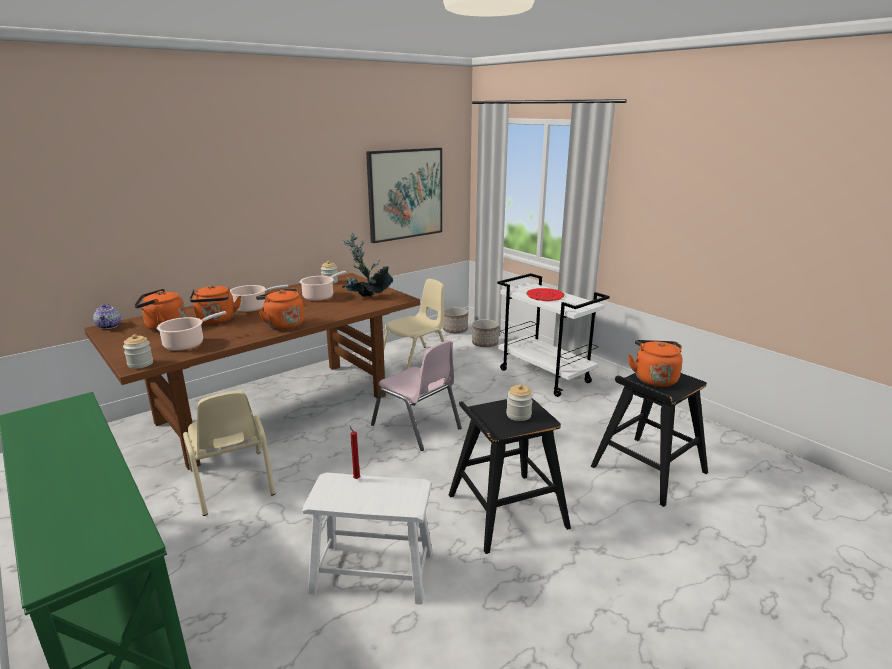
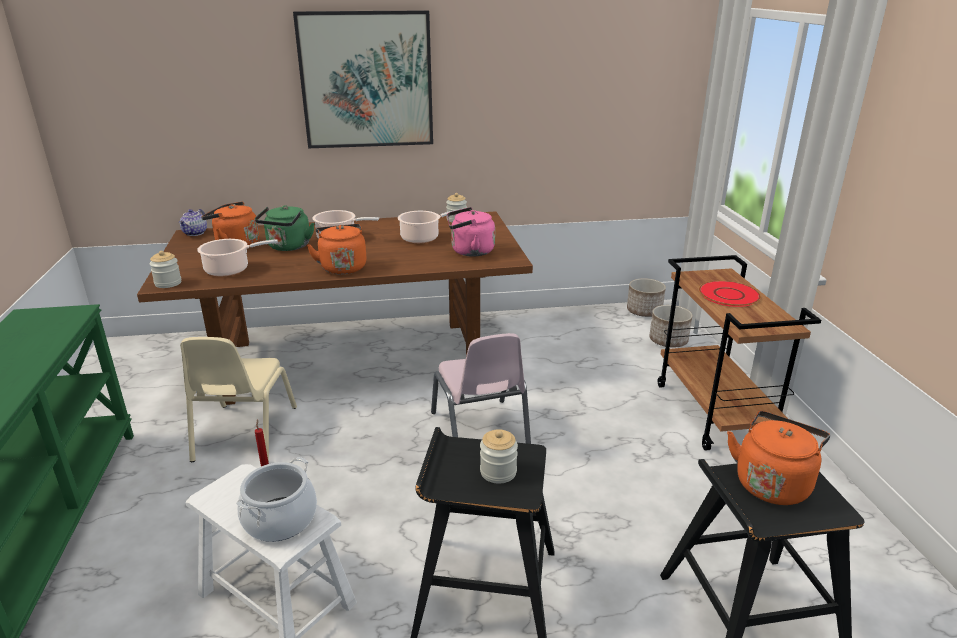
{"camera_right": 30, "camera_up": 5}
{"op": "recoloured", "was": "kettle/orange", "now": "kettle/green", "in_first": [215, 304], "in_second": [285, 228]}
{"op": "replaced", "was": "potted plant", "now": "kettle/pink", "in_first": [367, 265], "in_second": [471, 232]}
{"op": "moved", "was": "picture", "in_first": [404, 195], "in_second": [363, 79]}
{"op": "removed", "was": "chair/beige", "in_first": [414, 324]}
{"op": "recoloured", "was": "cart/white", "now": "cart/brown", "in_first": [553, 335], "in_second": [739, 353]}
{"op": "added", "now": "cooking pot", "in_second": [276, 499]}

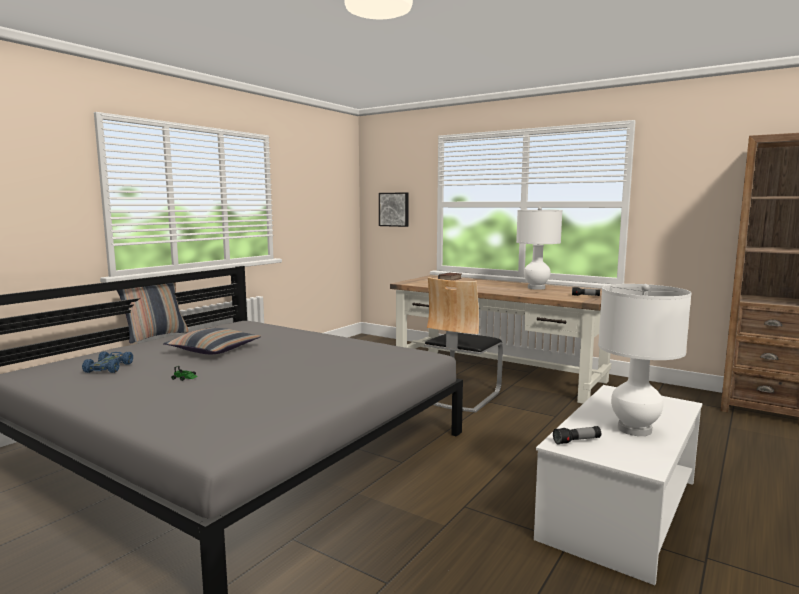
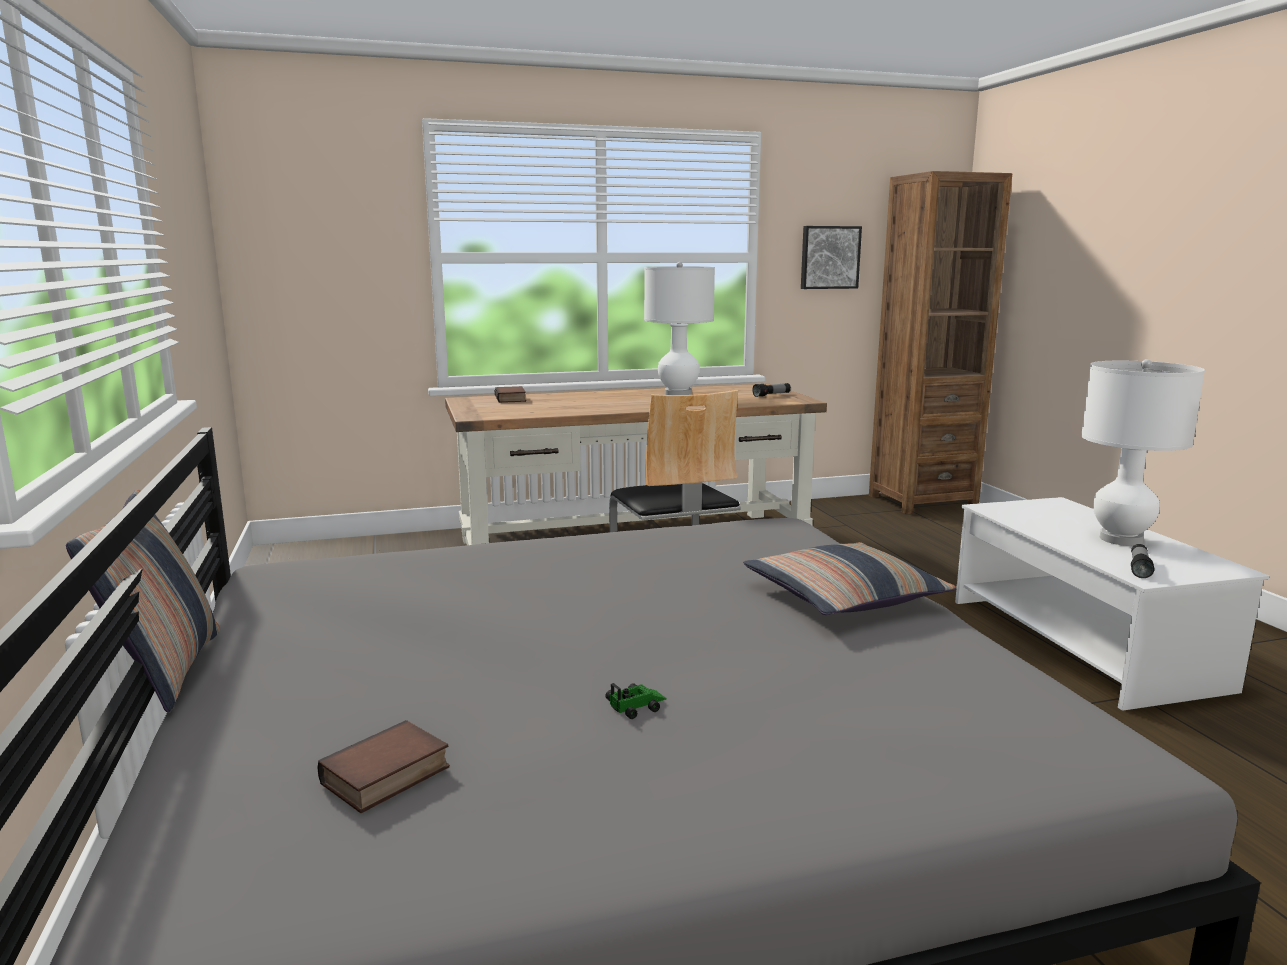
{"camera_right": -50, "camera_up": 5}
{"op": "replaced", "was": "toy car/blue", "now": "book", "in_first": [107, 362], "in_second": [383, 766]}
{"op": "moved", "was": "pillow", "in_first": [212, 341], "in_second": [849, 578]}
{"op": "moved", "was": "picture", "in_first": [393, 209], "in_second": [831, 257]}

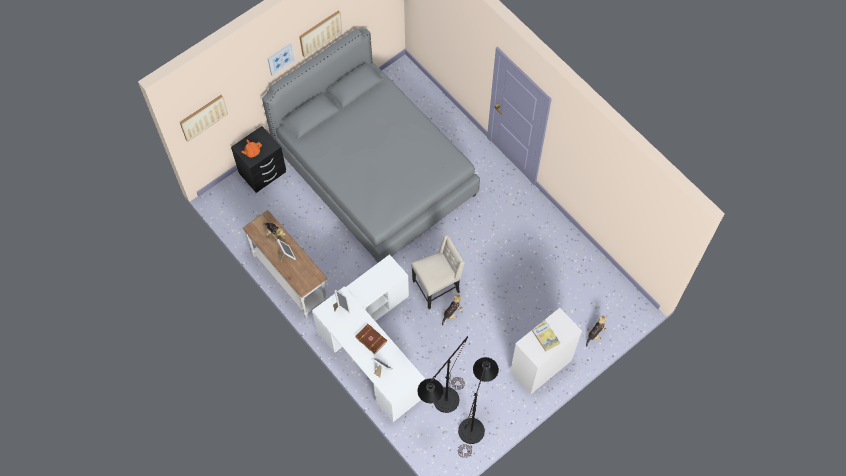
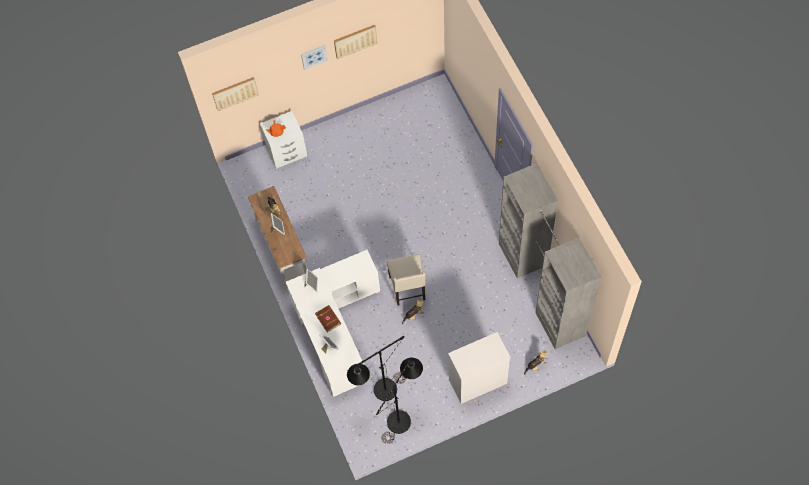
{"camera_right": 20, "camera_up": 0}
{"op": "recoloured", "was": "nightstand/black", "now": "nightstand/white", "in_first": [258, 159], "in_second": [283, 140]}
{"op": "removed", "was": "bed/grey", "in_first": [371, 145]}
{"op": "turned", "was": "chair/beige", "in_first": [438, 272], "in_second": [406, 280], "clockwise": 90}
{"op": "removed", "was": "book", "in_first": [546, 337]}
{"op": "added", "now": "wardrobe/grey", "in_second": [550, 256]}

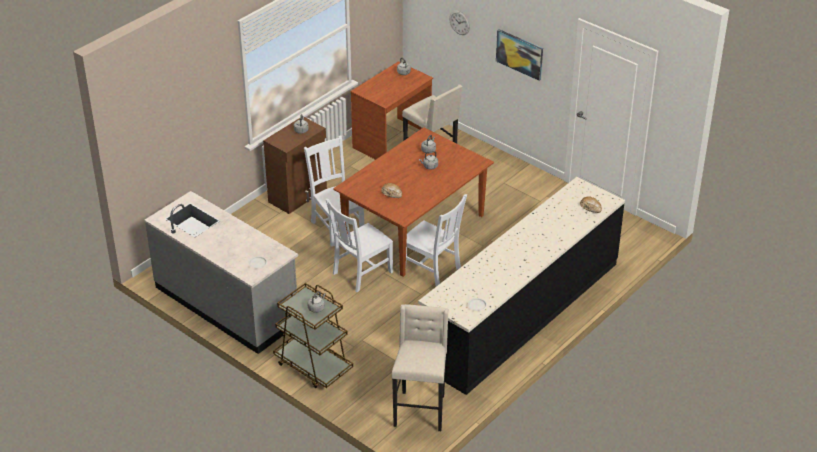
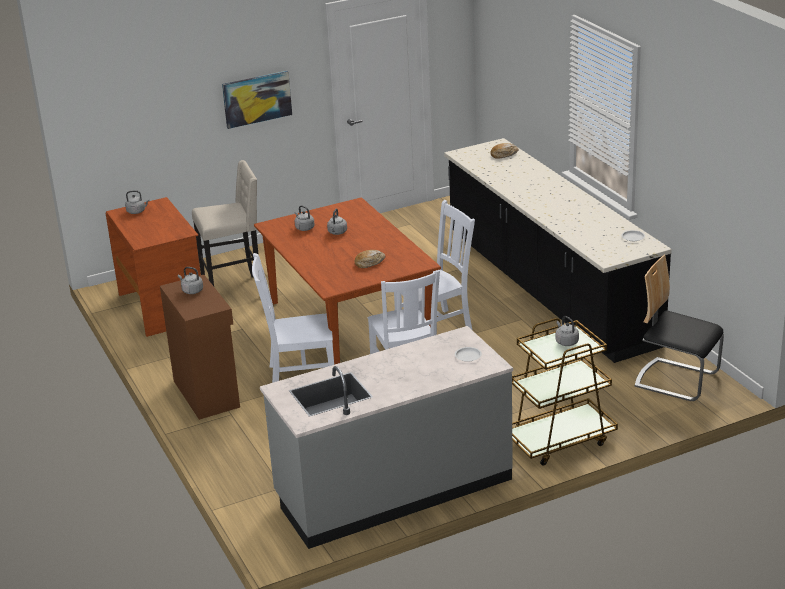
{"camera_right": -65, "camera_up": -10}
{"op": "replaced", "was": "stool/beige", "now": "chair", "in_first": [420, 367], "in_second": [679, 328]}
{"op": "removed", "was": "wall clock", "in_first": [459, 23]}

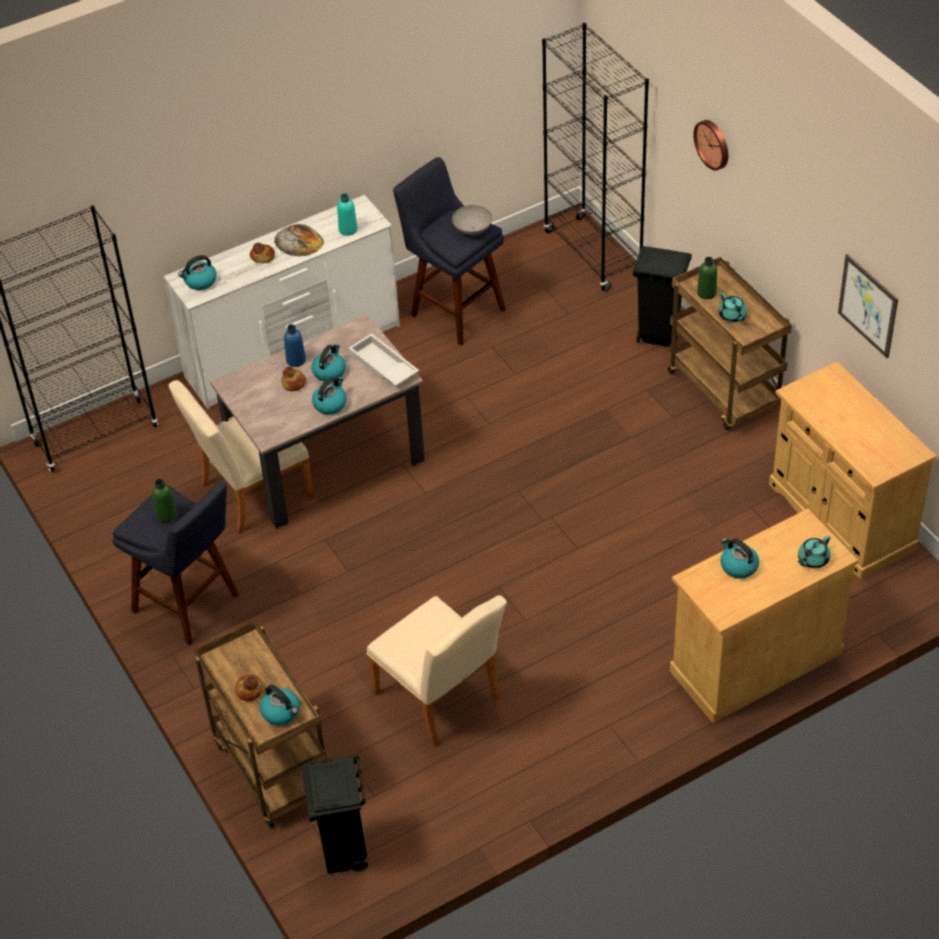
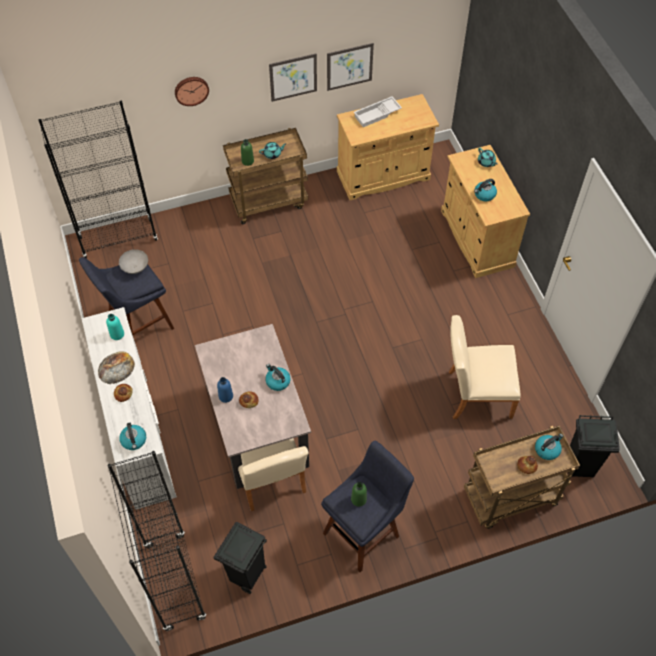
{"camera_right": -80, "camera_up": 10}
{"op": "removed", "was": "kettle", "in_first": [328, 362]}
{"op": "moved", "was": "tray/white", "in_first": [383, 359], "in_second": [378, 111]}
{"op": "turned", "was": "chair/beige", "in_first": [436, 671], "in_second": [485, 367], "clockwise": -150}
{"op": "moved", "was": "trash can/black", "in_first": [662, 296], "in_second": [240, 558]}
{"op": "added", "now": "picture", "in_second": [293, 78]}

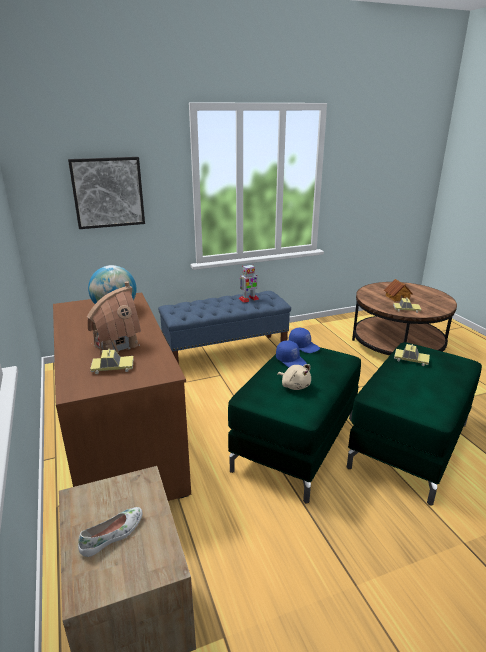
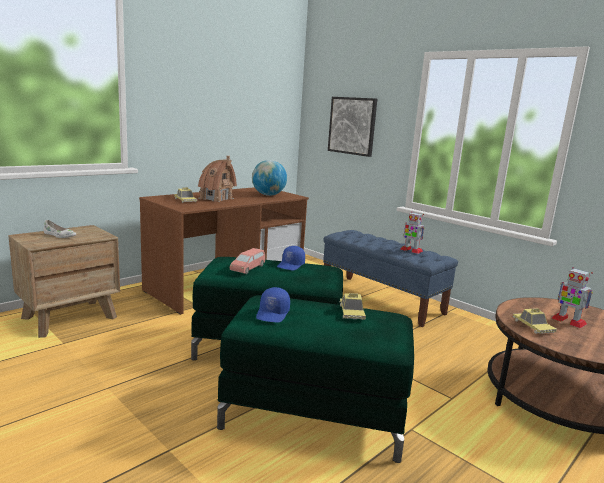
{"camera_right": 65, "camera_up": -10}
{"op": "replaced", "was": "plush toy/beige", "now": "toy car/pink", "in_first": [294, 377], "in_second": [247, 261]}
{"op": "moved", "was": "cap/blue", "in_first": [304, 340], "in_second": [273, 305]}
{"op": "replaced", "was": "toy house", "now": "toy robot", "in_first": [398, 290], "in_second": [572, 297]}

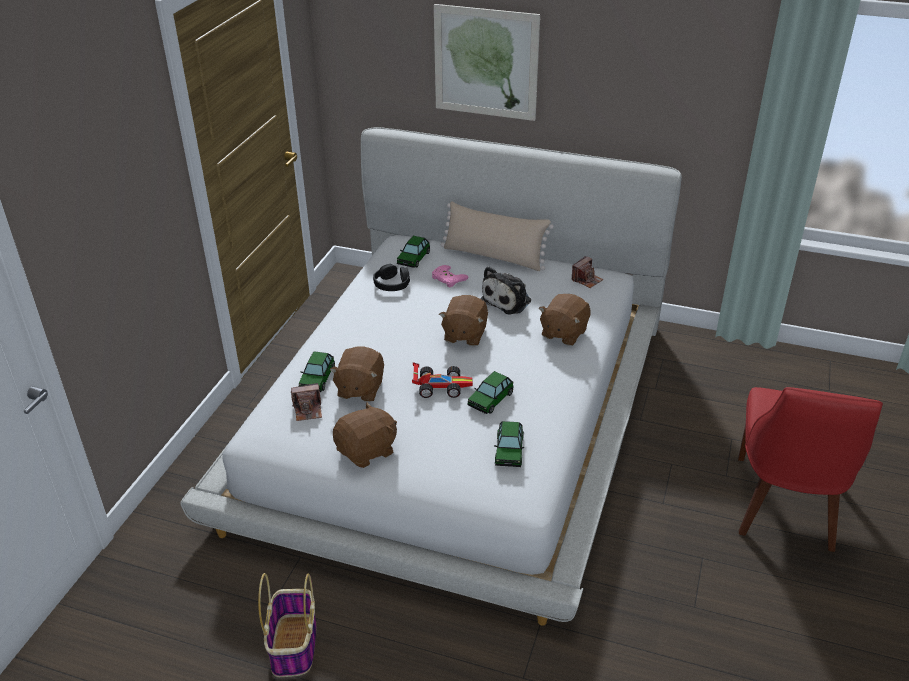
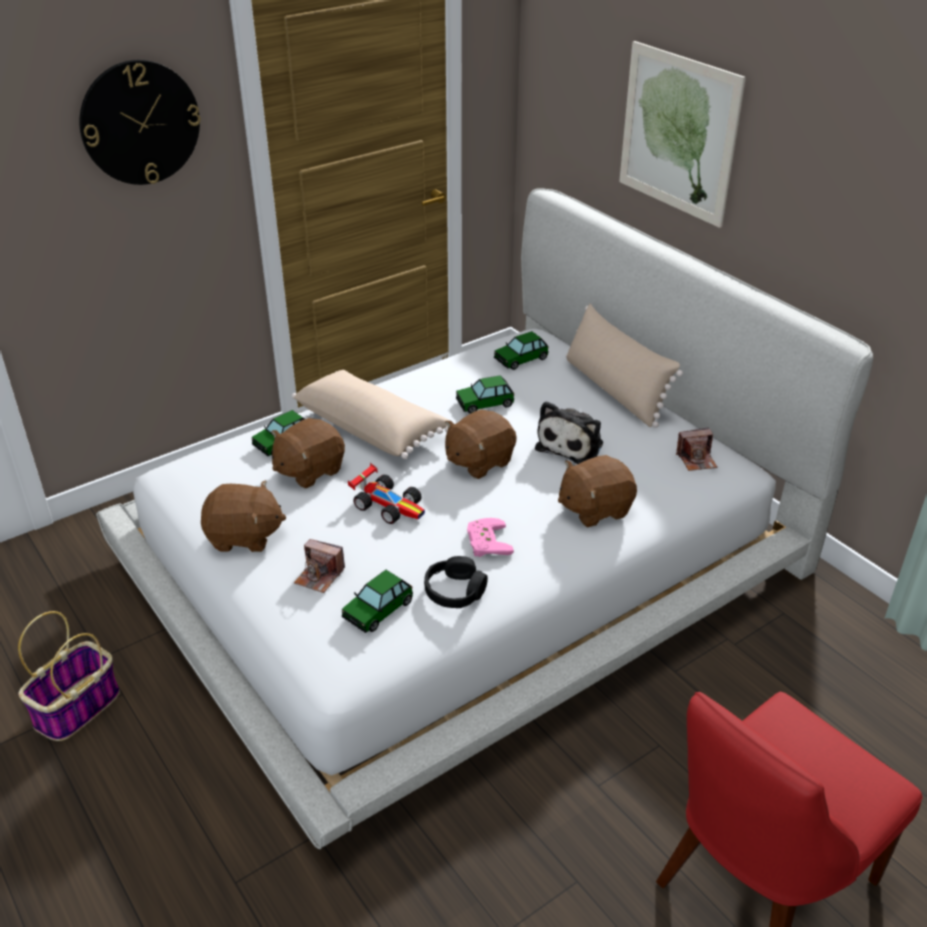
{"camera_right": 35, "camera_up": 0}
{"op": "moved", "was": "photo camera", "in_first": [306, 402], "in_second": [319, 566]}
{"op": "moved", "was": "headphones/black", "in_first": [391, 277], "in_second": [456, 582]}
{"op": "moved", "was": "game controller/pink", "in_first": [450, 276], "in_second": [490, 537]}
{"op": "moved", "was": "toy car", "in_first": [490, 392], "in_second": [485, 394]}
{"op": "turned", "was": "plush toy", "in_first": [505, 290], "in_second": [569, 432], "clockwise": -45}
{"op": "added", "now": "wall clock", "in_second": [140, 122]}
{"op": "added", "now": "pillow/beige", "in_second": [371, 414]}

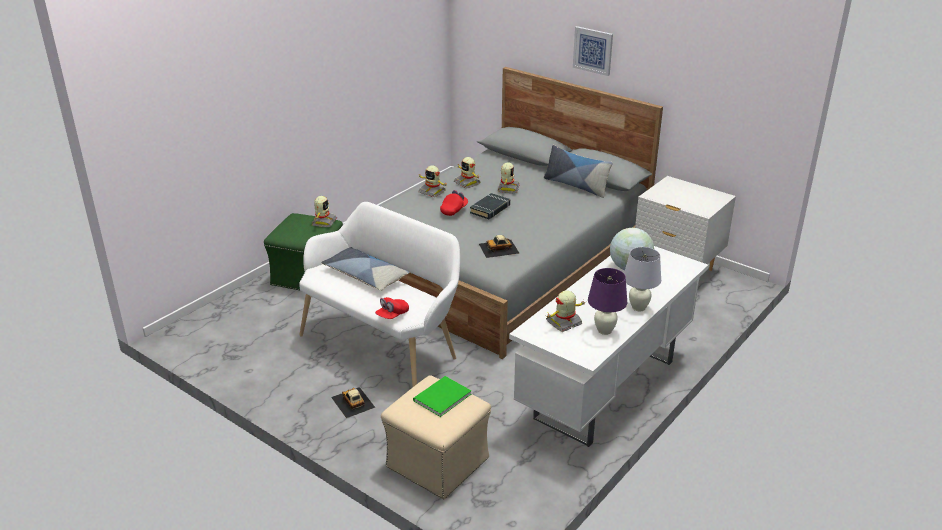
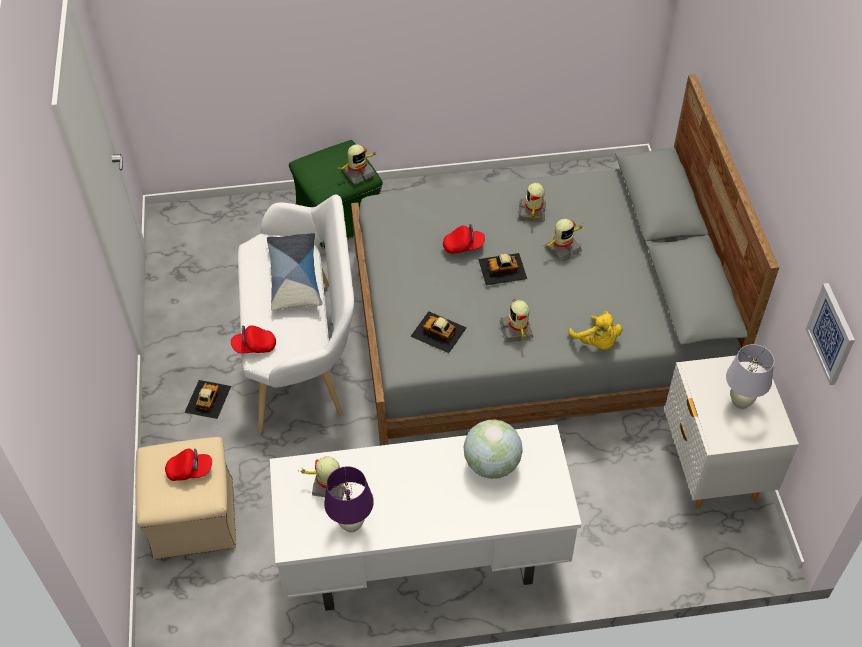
{"camera_right": 45, "camera_up": 20}
{"op": "replaced", "was": "book/green", "now": "cap/red", "in_first": [442, 396], "in_second": [188, 465]}
{"op": "moved", "was": "toy robot", "in_first": [432, 181], "in_second": [516, 319]}
{"op": "replaced", "was": "book/black", "now": "toy car", "in_first": [490, 206], "in_second": [502, 269]}
{"op": "removed", "was": "pillow", "in_first": [578, 171]}
{"op": "moved", "was": "picture", "in_first": [593, 51], "in_second": [830, 334]}
{"op": "moved", "was": "table lamp/white", "in_first": [642, 279], "in_second": [750, 376]}
{"op": "added", "now": "plush toy/yellow", "in_second": [595, 330]}

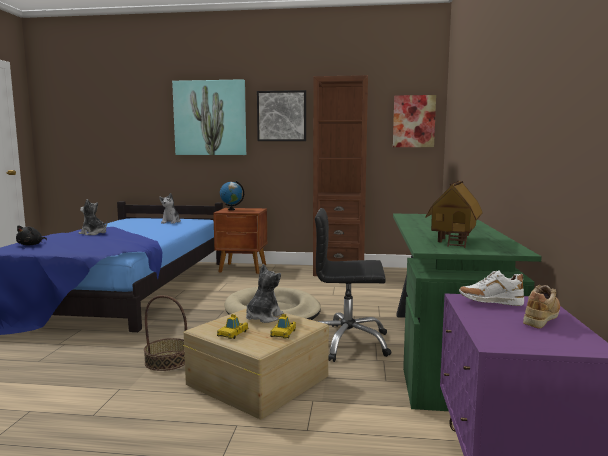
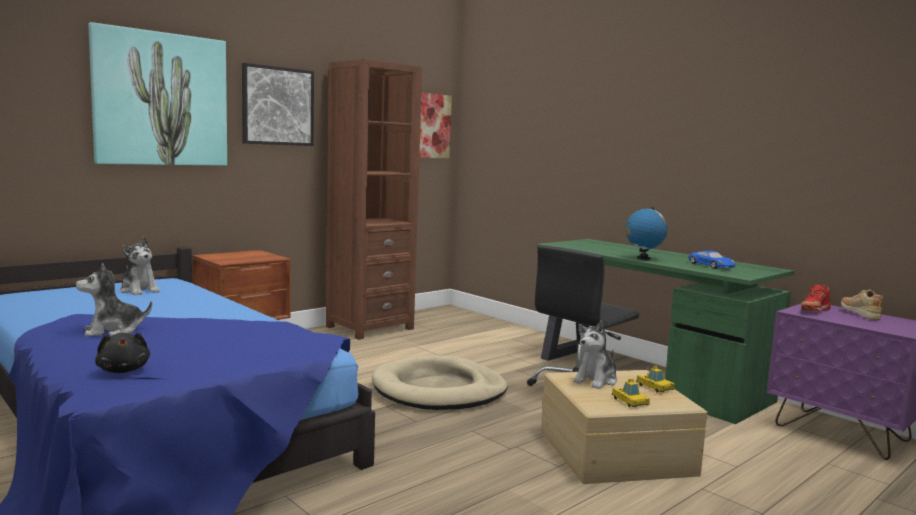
{"camera_right": -50, "camera_up": 0}
{"op": "removed", "was": "basket", "in_first": [165, 333]}
{"op": "moved", "was": "globe", "in_first": [232, 195], "in_second": [647, 233]}
{"op": "turned", "was": "plush toy", "in_first": [264, 293], "in_second": [595, 354], "clockwise": -120}
{"op": "replaced", "was": "toy house", "now": "toy car/blue", "in_first": [454, 214], "in_second": [712, 260]}
{"op": "recoloured", "was": "shoe/white", "now": "shoe/red", "in_first": [491, 288], "in_second": [816, 298]}

